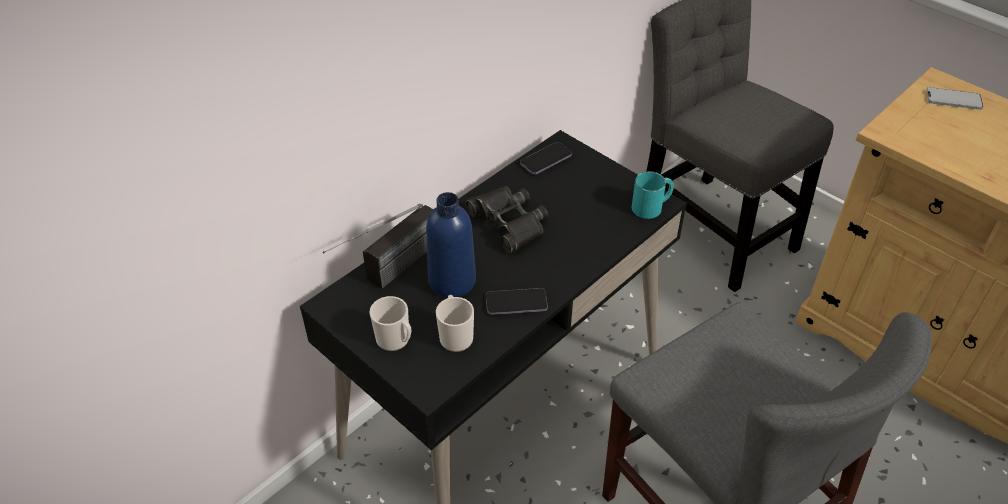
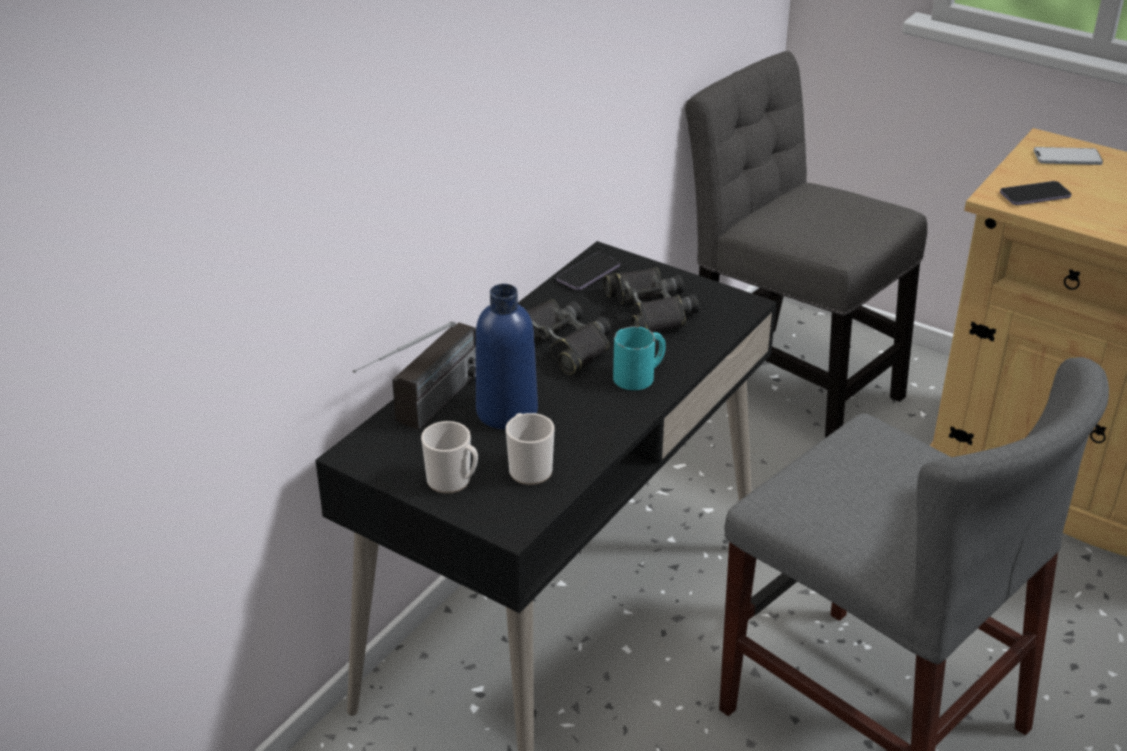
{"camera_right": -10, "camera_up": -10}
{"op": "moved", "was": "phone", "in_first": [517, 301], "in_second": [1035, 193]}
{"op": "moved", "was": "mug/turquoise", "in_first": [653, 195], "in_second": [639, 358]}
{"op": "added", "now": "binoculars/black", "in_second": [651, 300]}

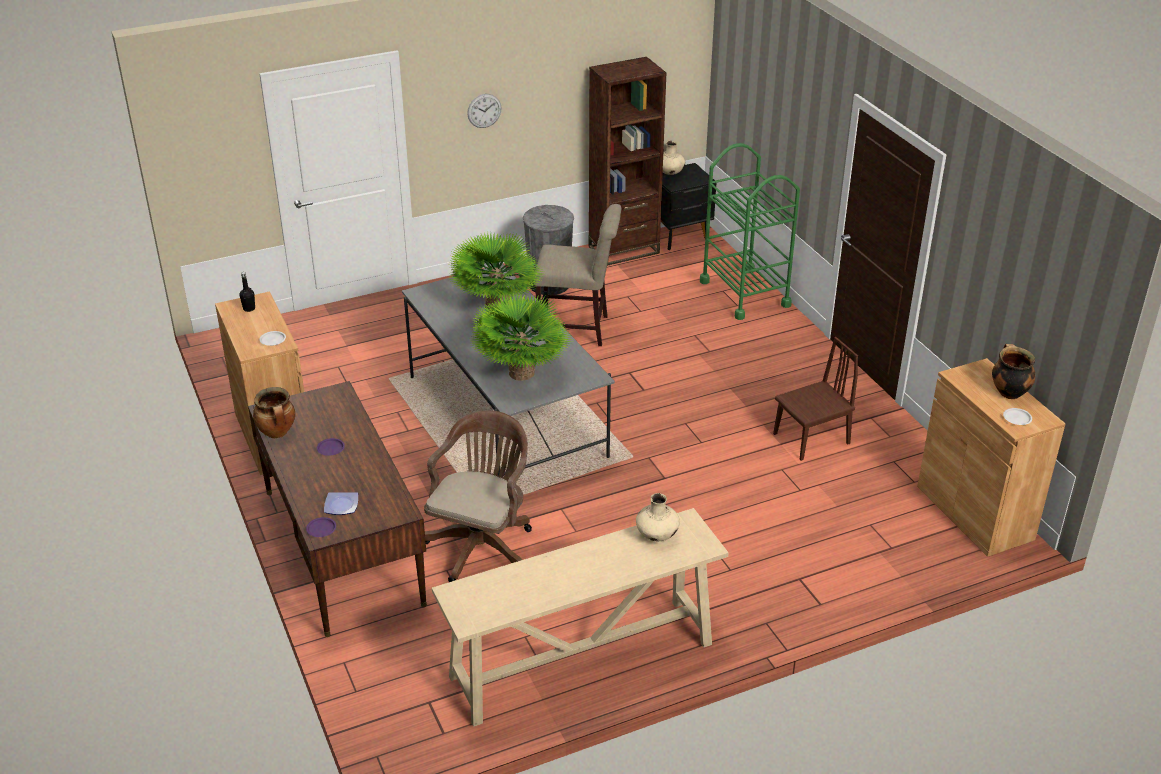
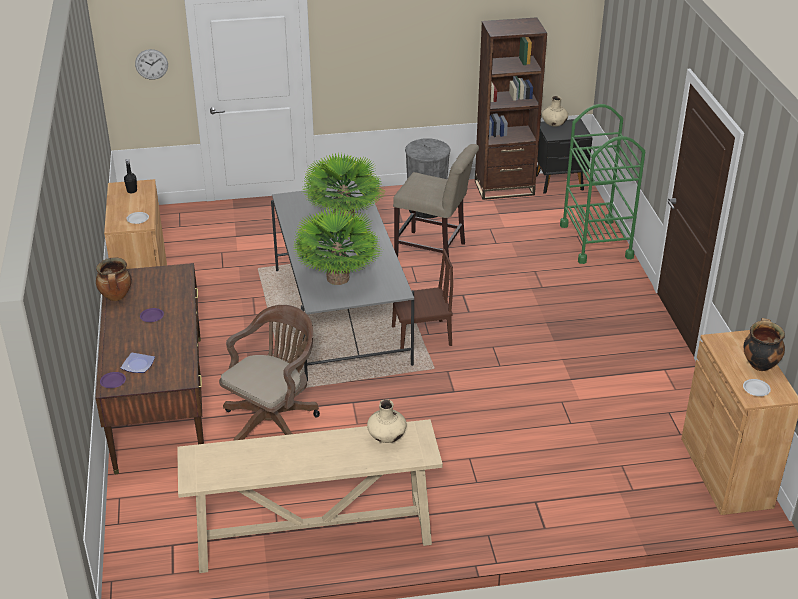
{"camera_right": 15, "camera_up": 0}
{"op": "moved", "was": "wall clock", "in_first": [484, 111], "in_second": [151, 64]}
{"op": "moved", "was": "chair/brown", "in_first": [815, 399], "in_second": [422, 300]}

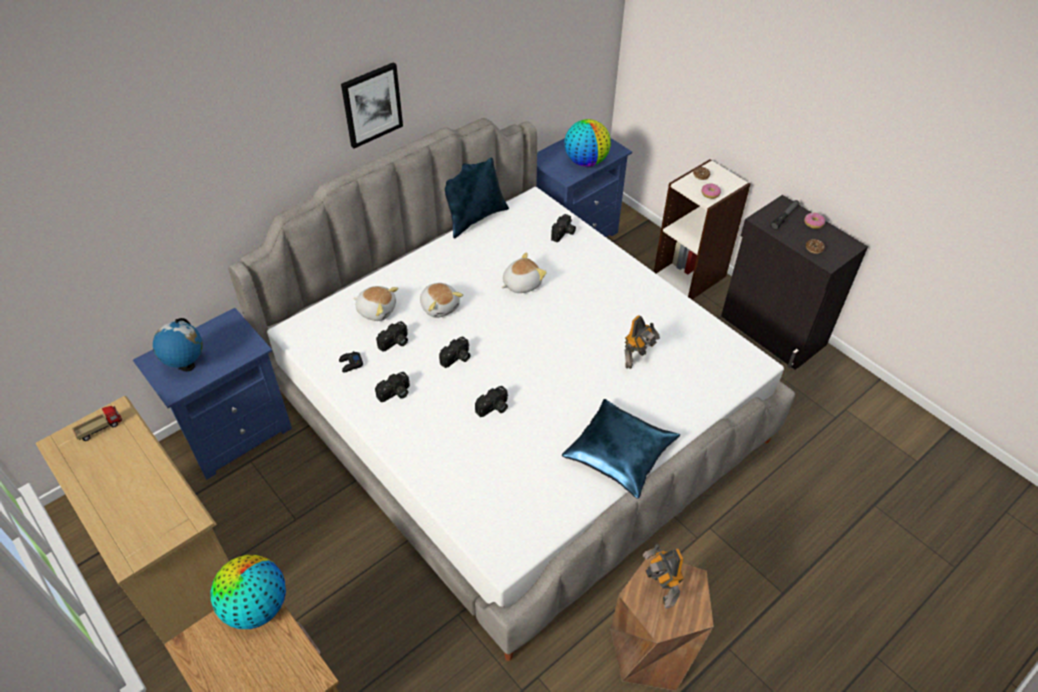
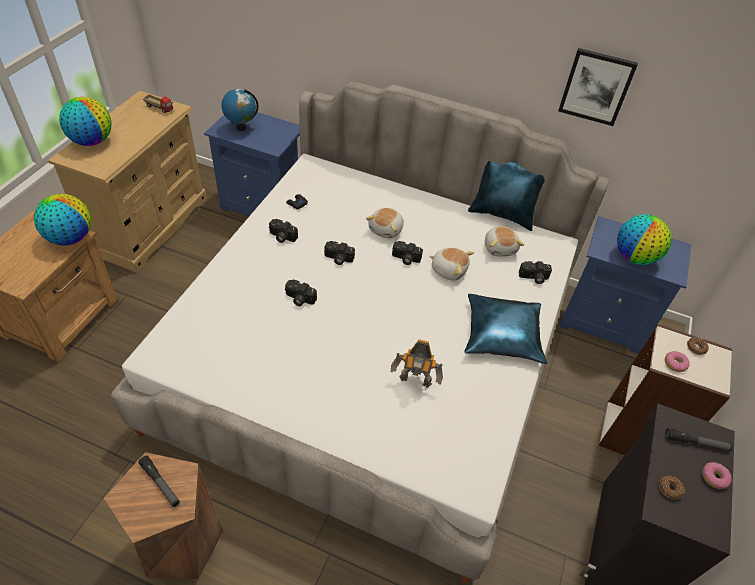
{"camera_right": 60, "camera_up": 0}
{"op": "moved", "was": "picture", "in_first": [372, 105], "in_second": [598, 87]}
{"op": "moved", "was": "plush toy", "in_first": [375, 303], "in_second": [504, 241]}
{"op": "moved", "was": "photo camera", "in_first": [392, 336], "in_second": [407, 253]}
{"op": "moved", "was": "pillow/blue", "in_first": [621, 449], "in_second": [505, 329]}
{"op": "replaced", "was": "toy robot", "now": "flashlight", "in_first": [663, 576], "in_second": [159, 481]}
{"op": "added", "now": "globe", "in_second": [85, 121]}

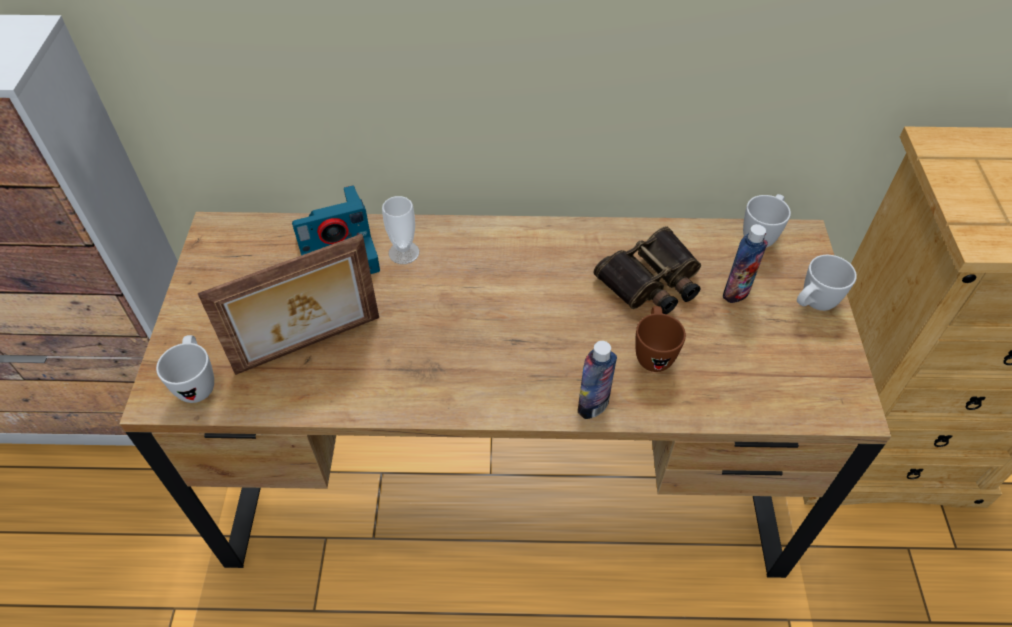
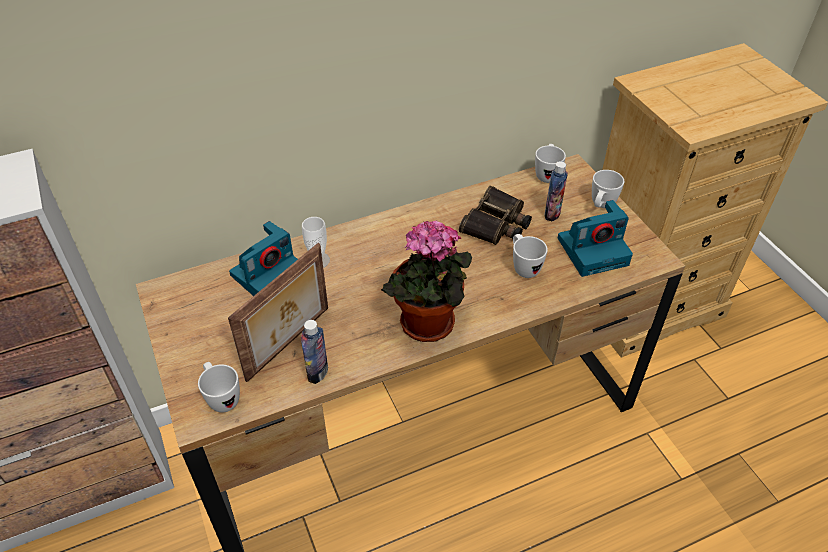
{"camera_right": -25, "camera_up": -5}
{"op": "moved", "was": "bottle", "in_first": [597, 380], "in_second": [314, 352]}
{"op": "recoloured", "was": "mug/brown", "now": "mug/white", "in_first": [660, 339], "in_second": [530, 256]}
{"op": "added", "now": "potted plant", "in_second": [426, 281]}
{"op": "added", "now": "photo camera", "in_second": [595, 238]}

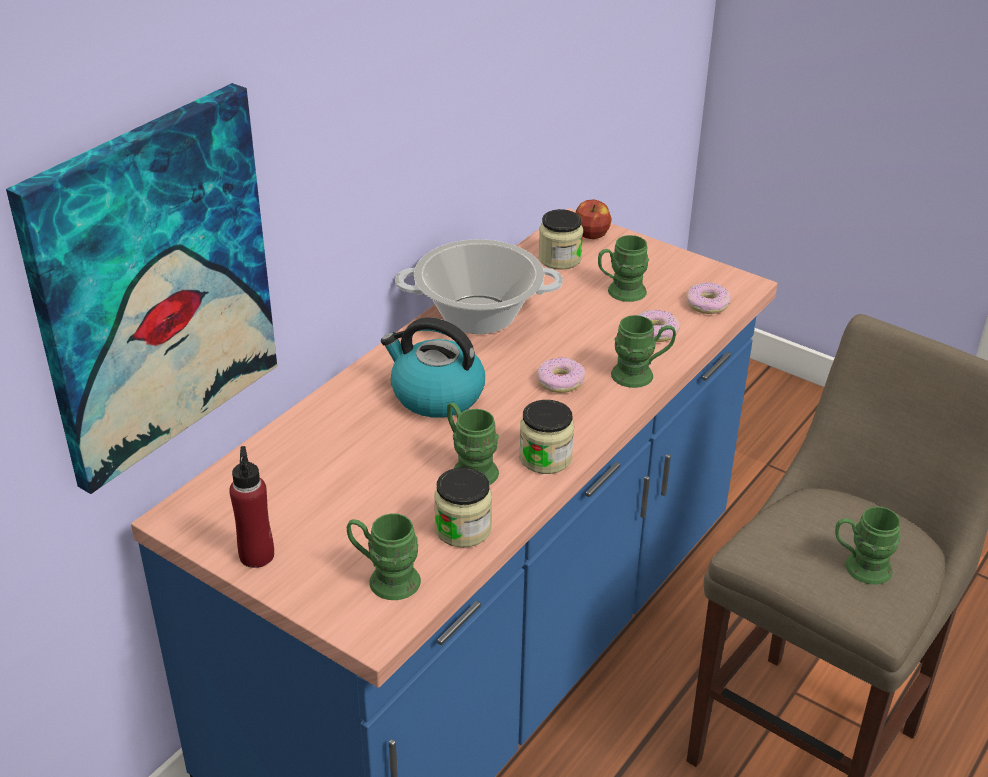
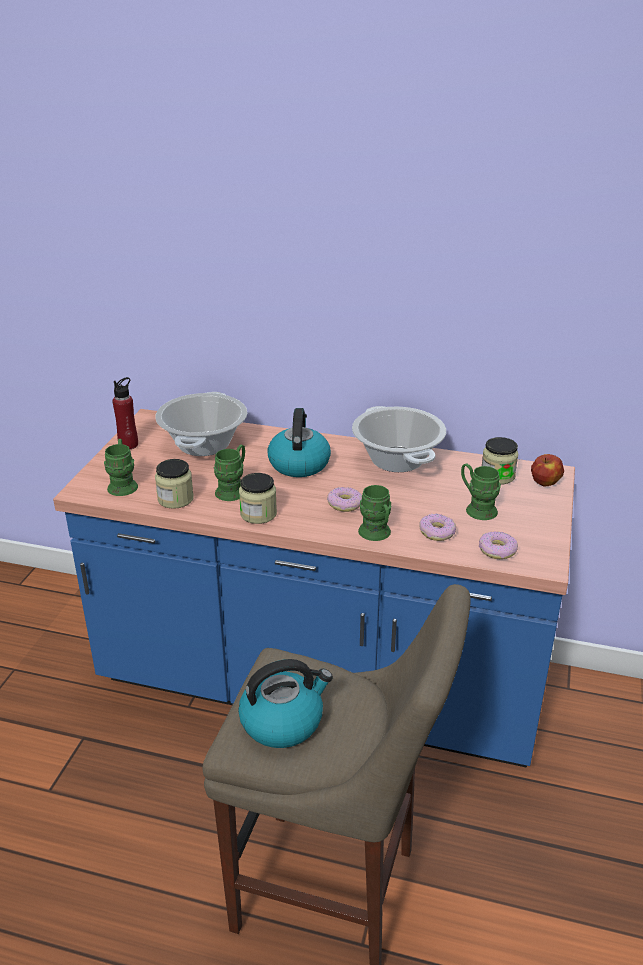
{"camera_right": 70, "camera_up": -5}
{"op": "removed", "was": "picture", "in_first": [141, 288]}
{"op": "replaced", "was": "mug/green", "now": "kettle", "in_first": [868, 546], "in_second": [285, 703]}
{"op": "added", "now": "cooking pot", "in_second": [201, 424]}

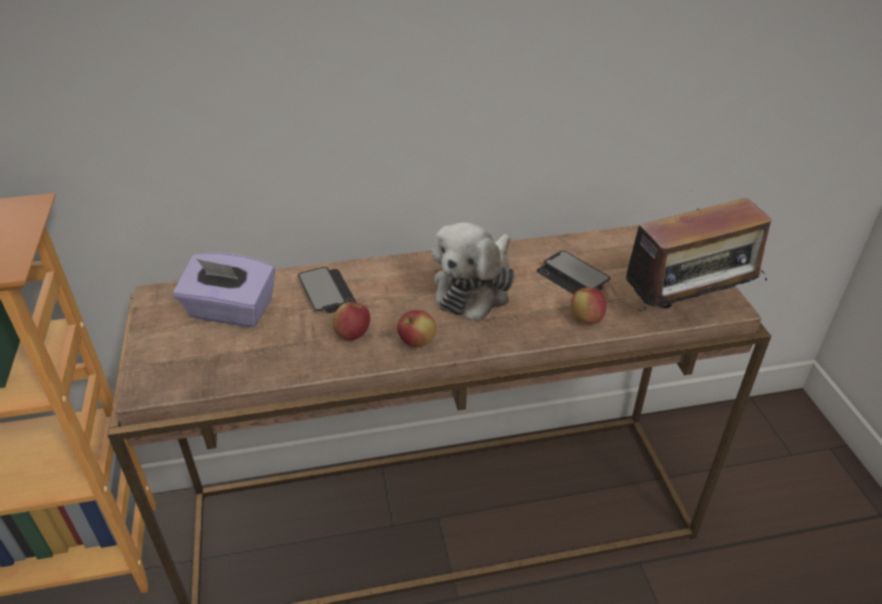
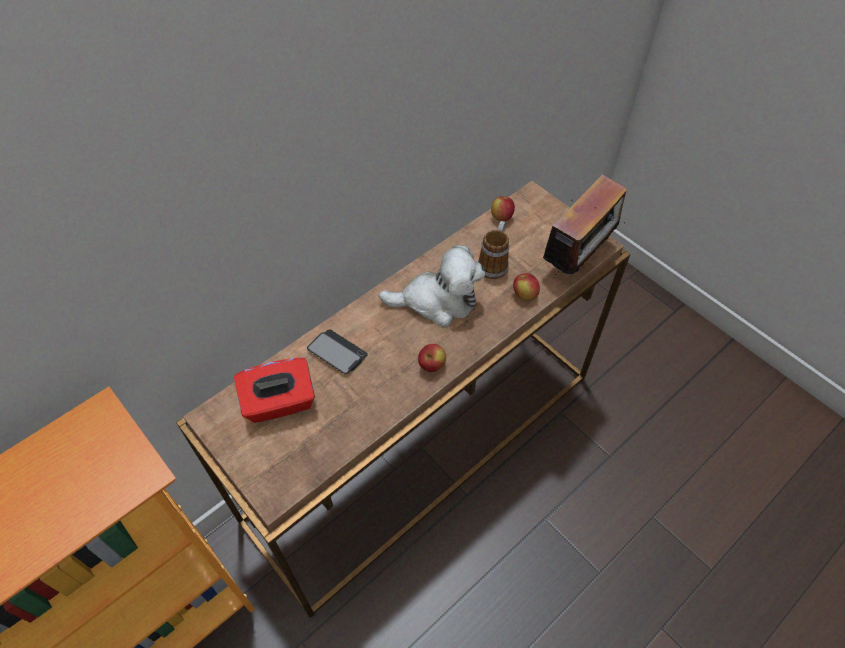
{"camera_right": -30, "camera_up": 15}
{"op": "recoloured", "was": "tissue box/purple", "now": "tissue box/red", "in_first": [224, 289], "in_second": [274, 390]}
{"op": "moved", "was": "apple", "in_first": [351, 321], "in_second": [503, 209]}
{"op": "turned", "was": "plush toy", "in_first": [473, 271], "in_second": [432, 286], "clockwise": -90}
{"op": "replaced", "was": "phone", "now": "mug", "in_first": [573, 272], "in_second": [493, 250]}

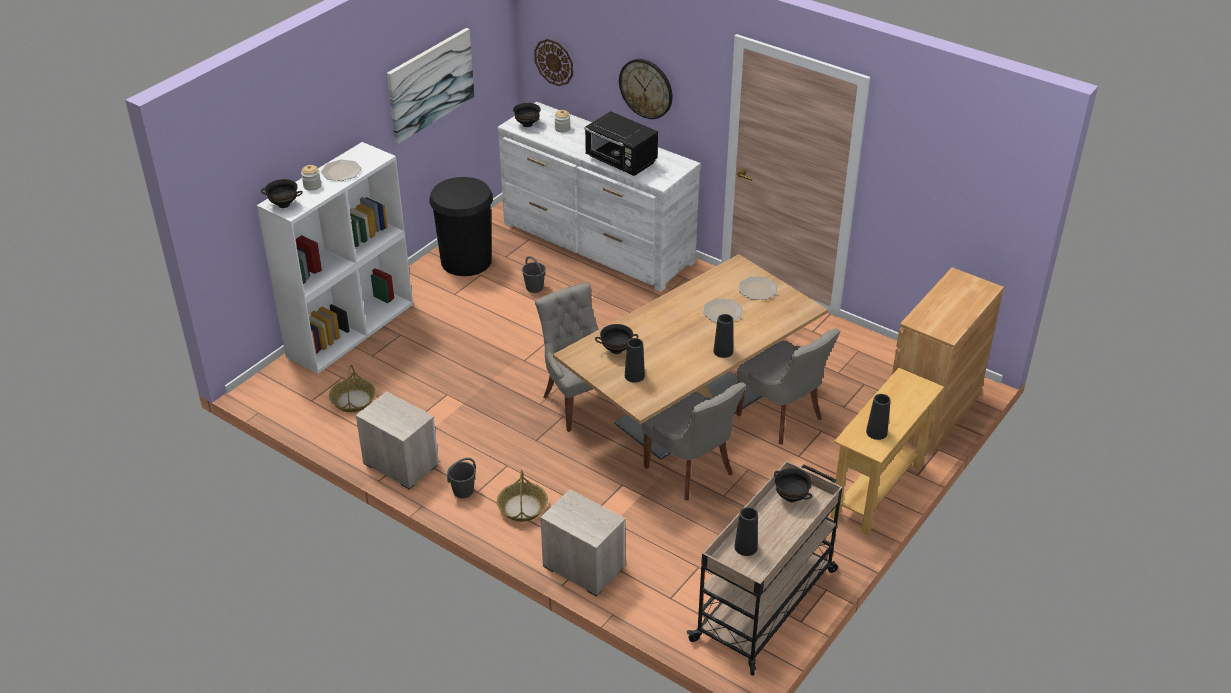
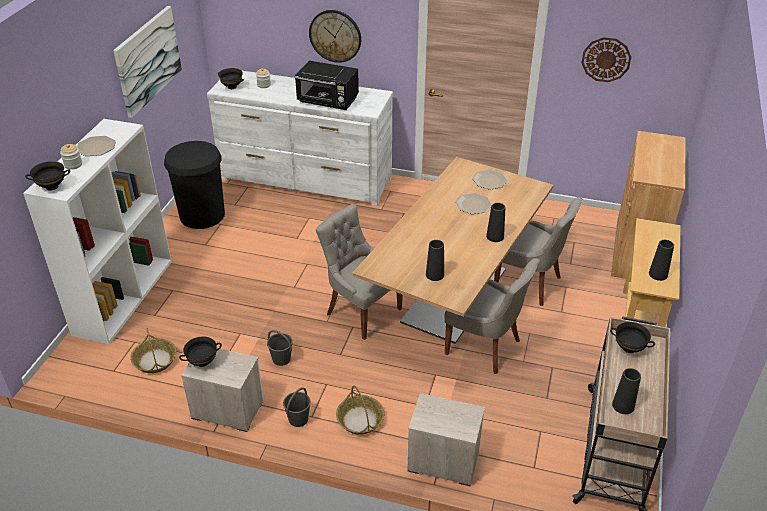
{"camera_right": -20, "camera_up": 0}
{"op": "moved", "was": "bucket/grey", "in_first": [534, 274], "in_second": [280, 348]}
{"op": "moved", "was": "wall clock", "in_first": [553, 62], "in_second": [606, 59]}
{"op": "moved", "was": "bowl/black", "in_first": [616, 339], "in_second": [200, 351]}

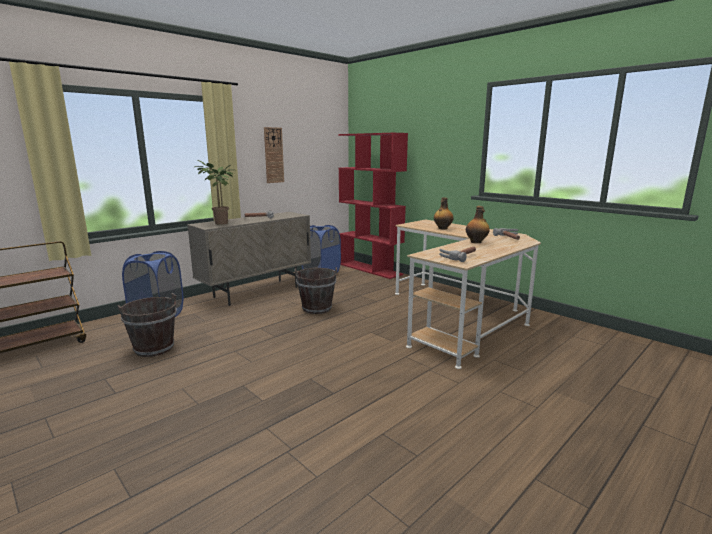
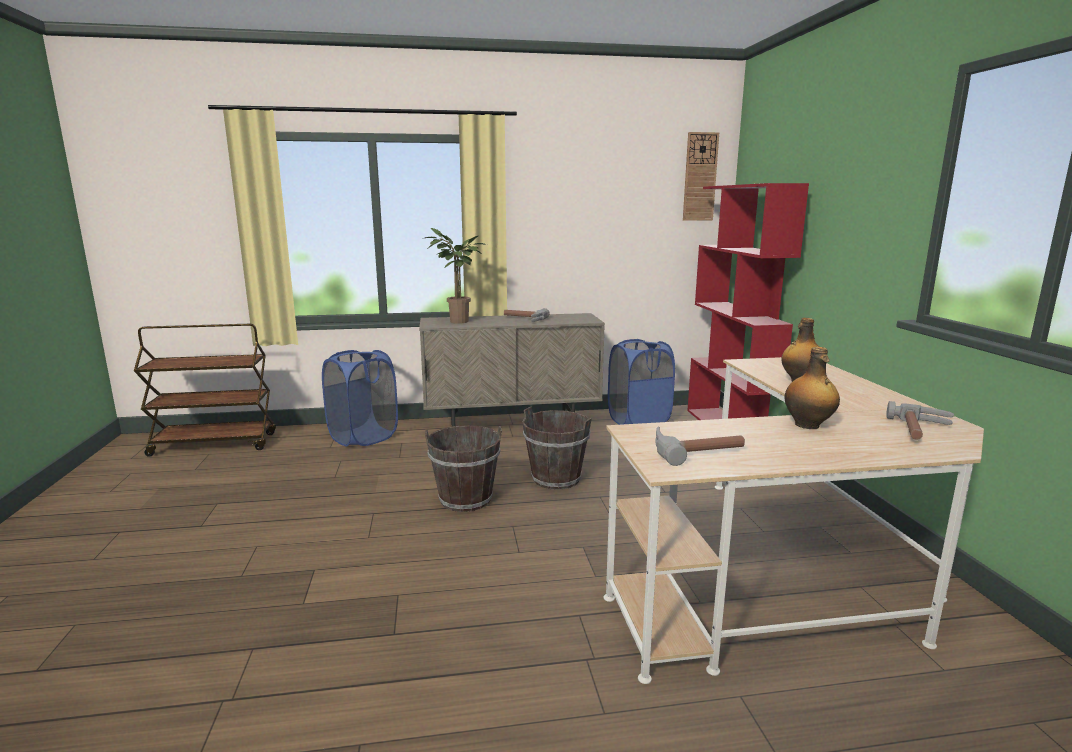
{"camera_right": 35, "camera_up": 0}
{"op": "moved", "was": "bucket/brown", "in_first": [147, 325], "in_second": [463, 468]}
{"op": "moved", "was": "wall clock", "in_first": [274, 155], "in_second": [701, 176]}

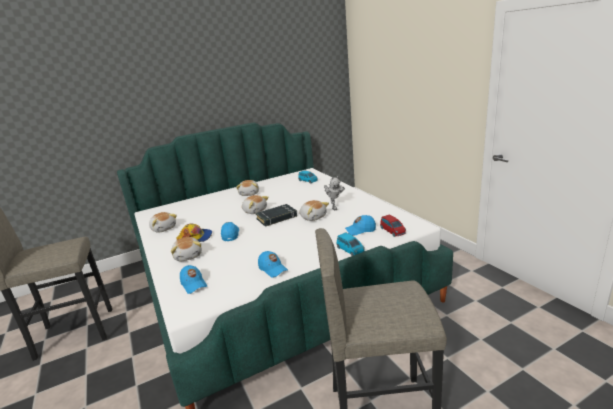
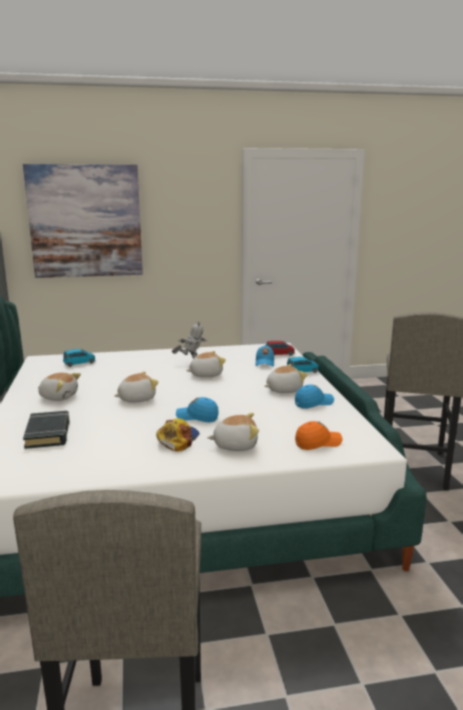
{"camera_right": -75, "camera_up": -5}
{"op": "moved", "was": "plush toy", "in_first": [163, 222], "in_second": [285, 378]}
{"op": "recoloured", "was": "cap/blue", "now": "cap/orange", "in_first": [193, 279], "in_second": [319, 435]}
{"op": "moved", "was": "book/black", "in_first": [276, 215], "in_second": [46, 430]}
{"op": "added", "now": "picture", "in_second": [83, 221]}

